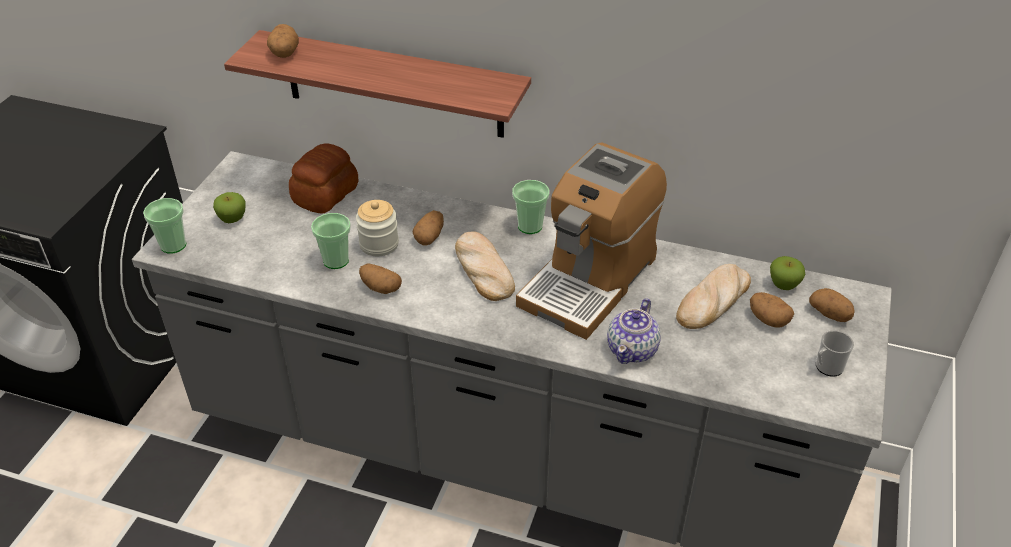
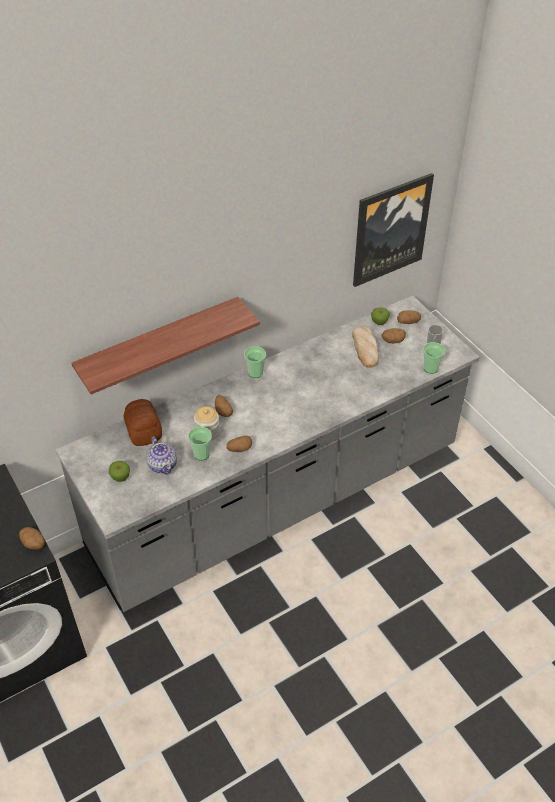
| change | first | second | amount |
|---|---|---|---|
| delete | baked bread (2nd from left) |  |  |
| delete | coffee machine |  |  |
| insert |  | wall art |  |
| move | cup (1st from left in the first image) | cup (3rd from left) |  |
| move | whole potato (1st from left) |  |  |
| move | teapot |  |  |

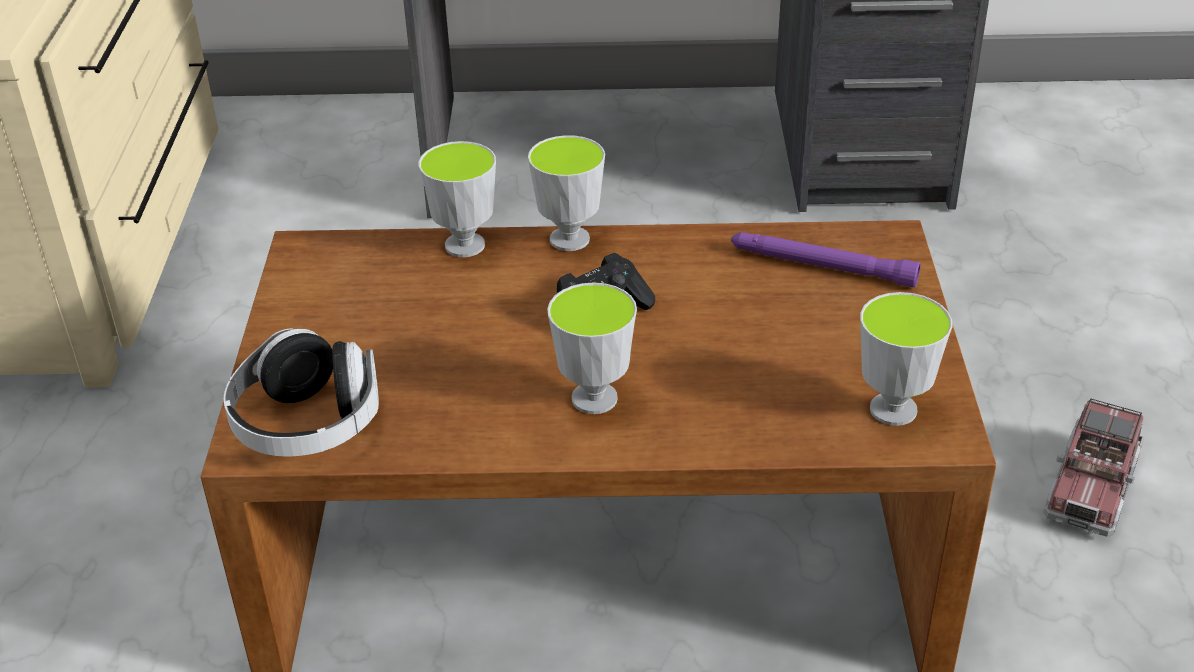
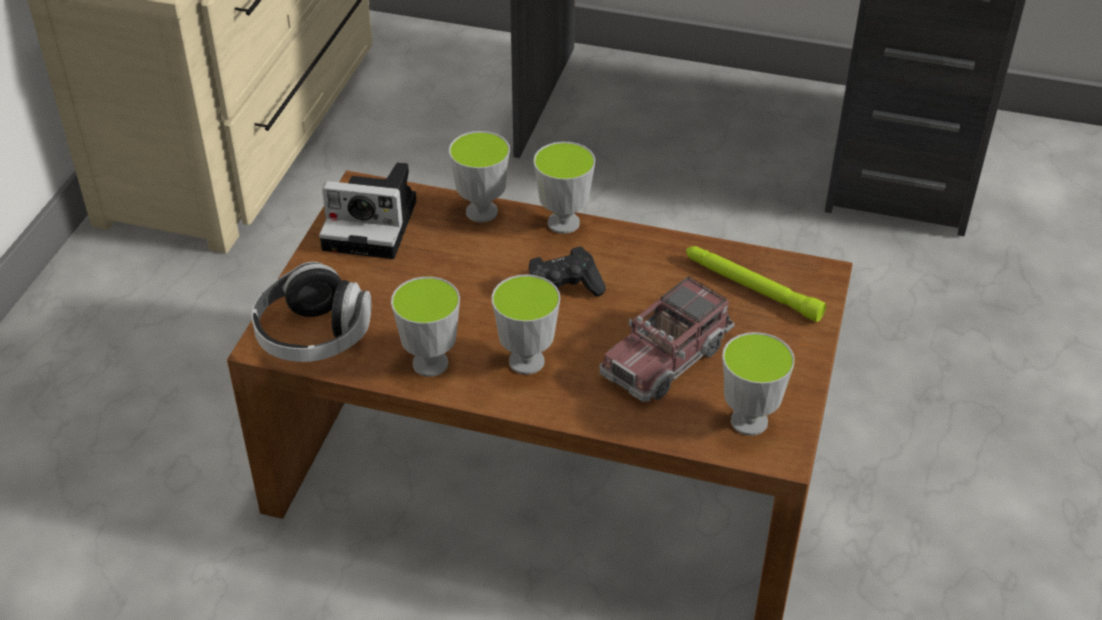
| change | first | second | amount |
|---|---|---|---|
| insert |  | still camera |  |
| insert |  | cup (1st from left) |  |
| move | model truck |  |  |
| recolor | purplish flashlight | green flashlight |  |

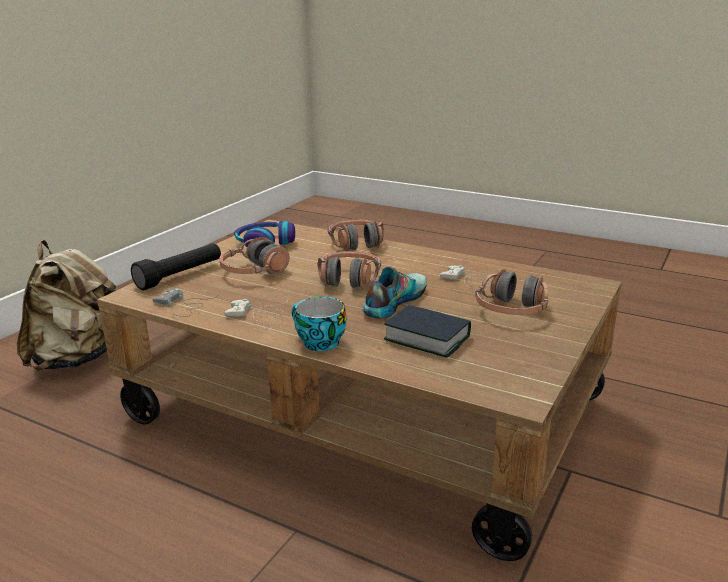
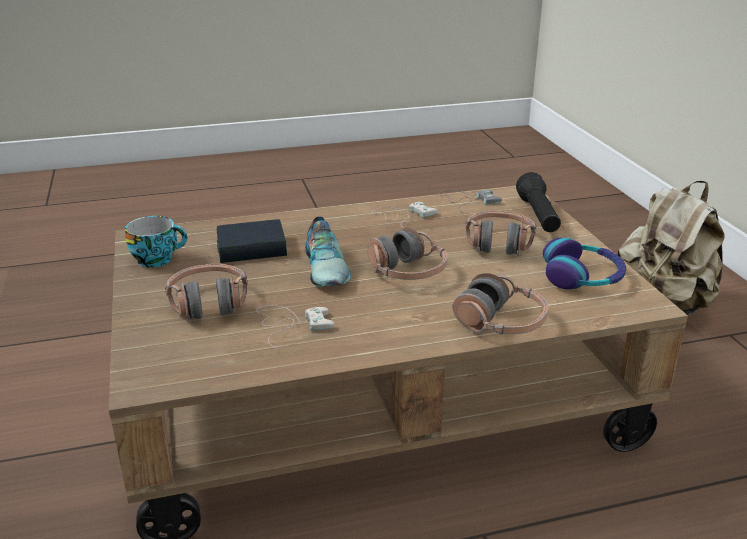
| change | first | second | amount |
|---|---|---|---|
| move | cup |  |  |

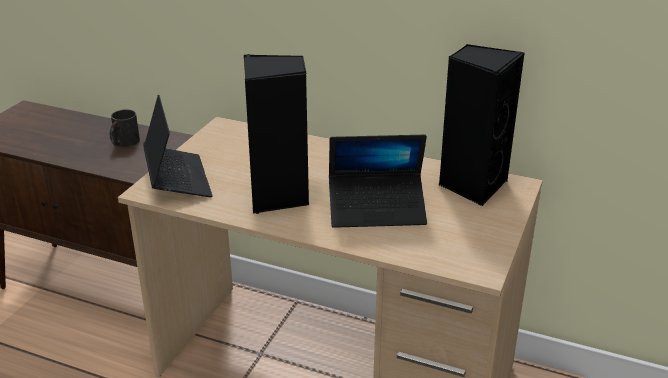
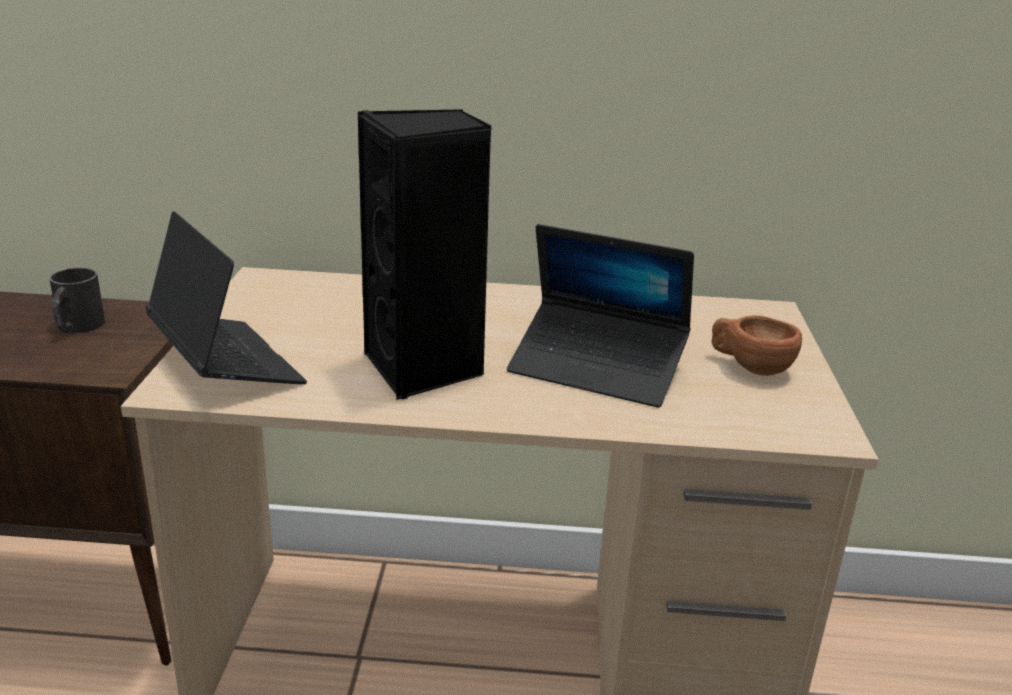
| change | first | second | amount |
|---|---|---|---|
| delete | blackish audio speaker (2nd from left) |  |  |
| insert |  | brownish cup |  |
| rotate | notebook computer (2nd from left) |  | 45 degrees clockwise |

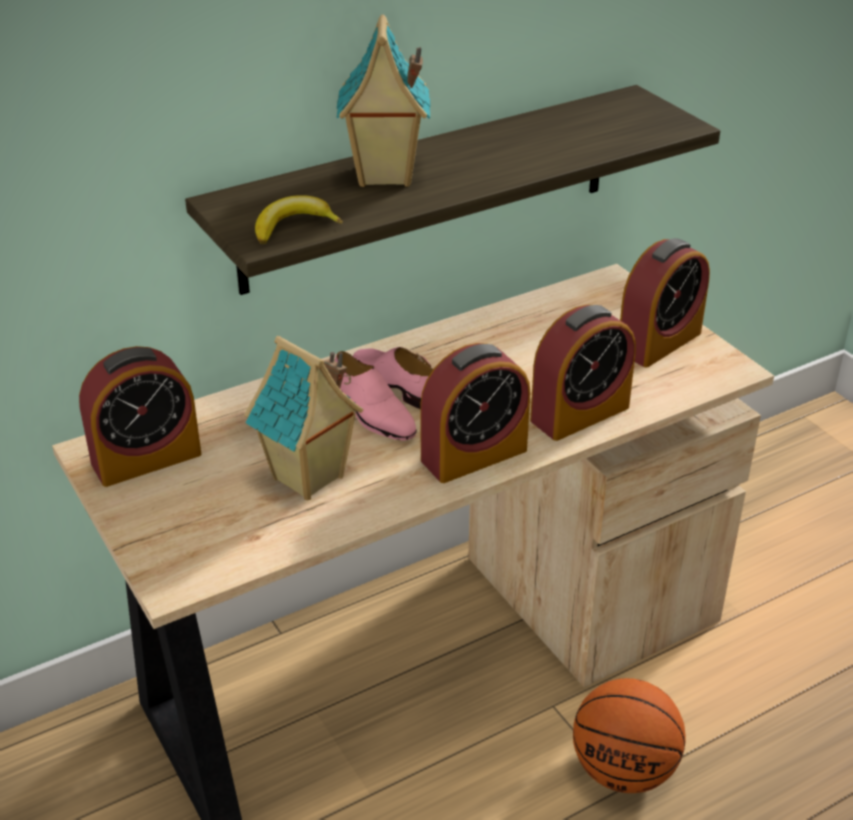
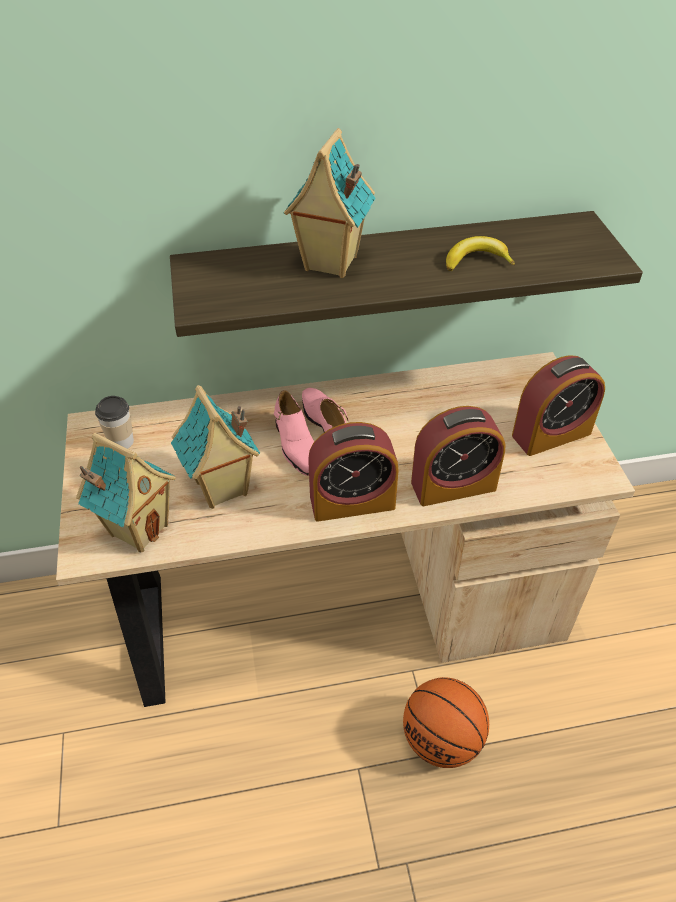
| change | first | second | amount |
|---|---|---|---|
| insert |  | miniature house (1st from left) |  |
| move | banana |  |  |
| replace | table clock (1st from left) | cup |  |

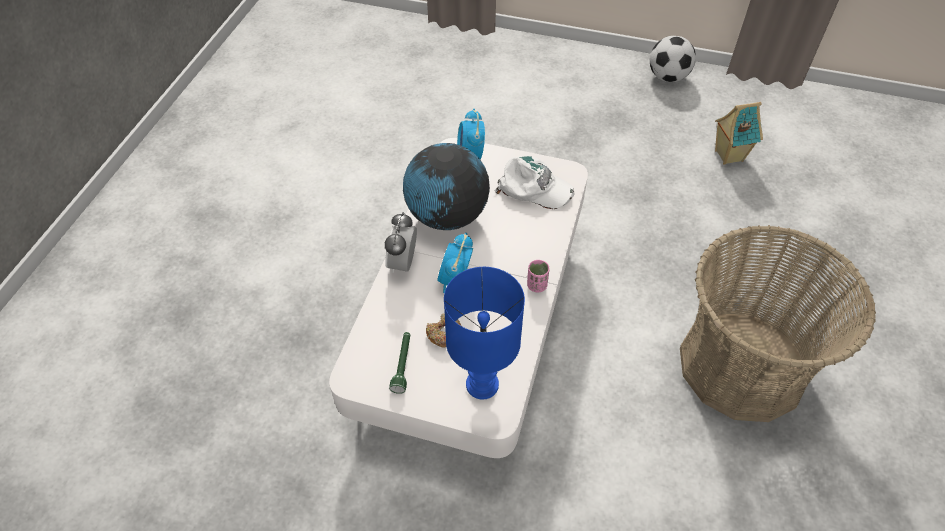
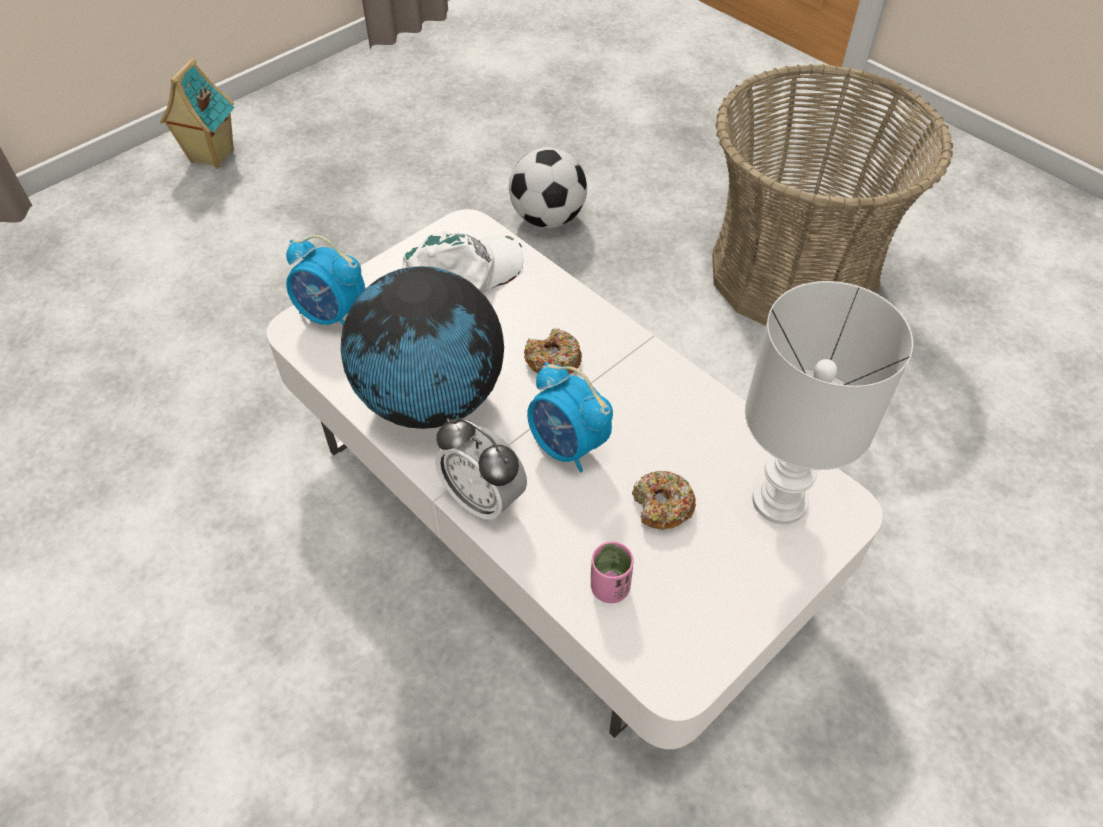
| change | first | second | amount |
|---|---|---|---|
| delete | green flashlight |  |  |
| insert |  | donut (1st from left) |  |
| move | pink-coloured cup |  |  |
| move | football ball |  |  |
| move | miniature house |  |  |
| recolor | bluish tabletop lamp | whitish tabletop lamp |  |

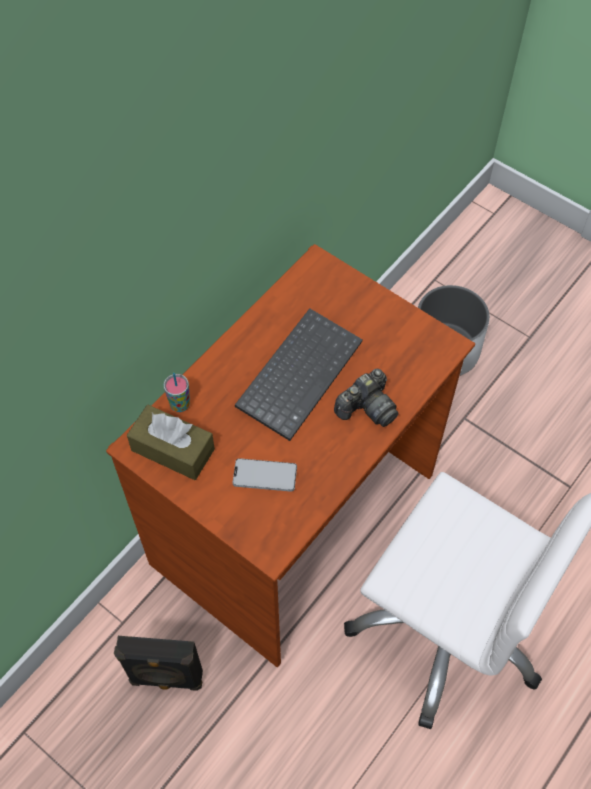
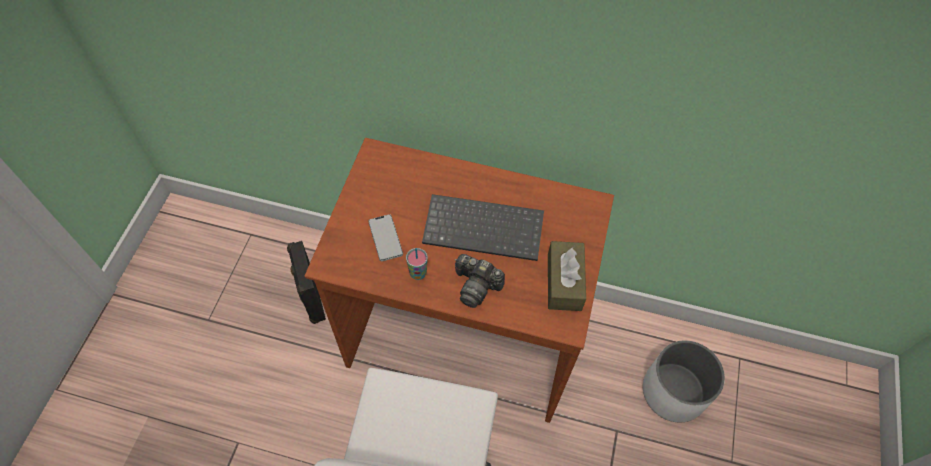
| change | first | second | amount |
|---|---|---|---|
| move | brownish tissue holder |  |  |
| move | cup |  |  |

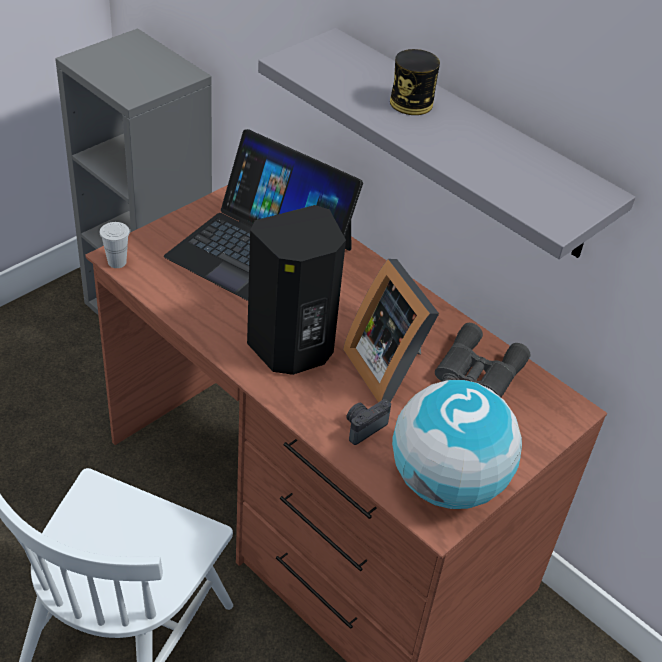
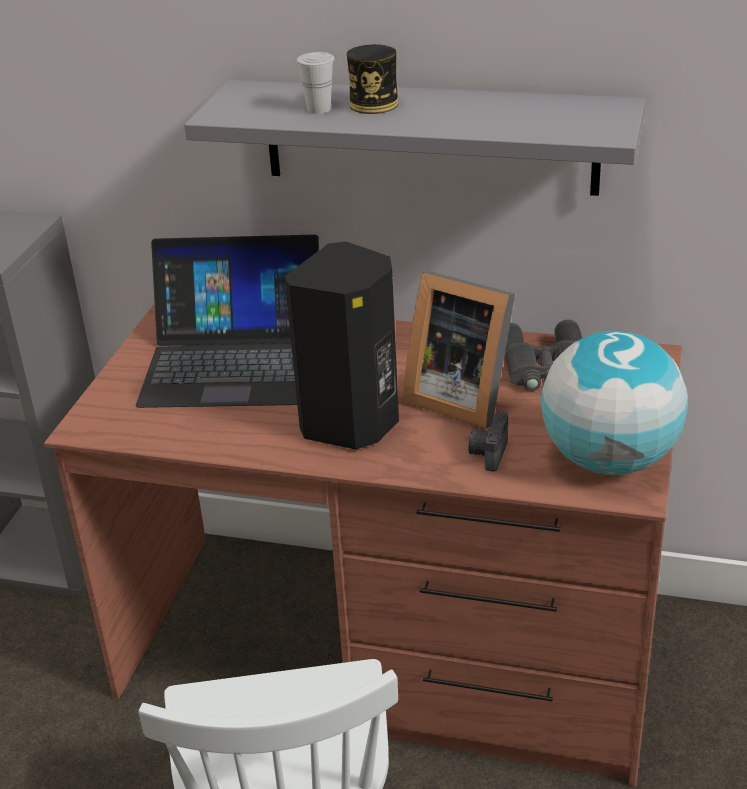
| change | first | second | amount |
|---|---|---|---|
| move | whitish cup |  |  |

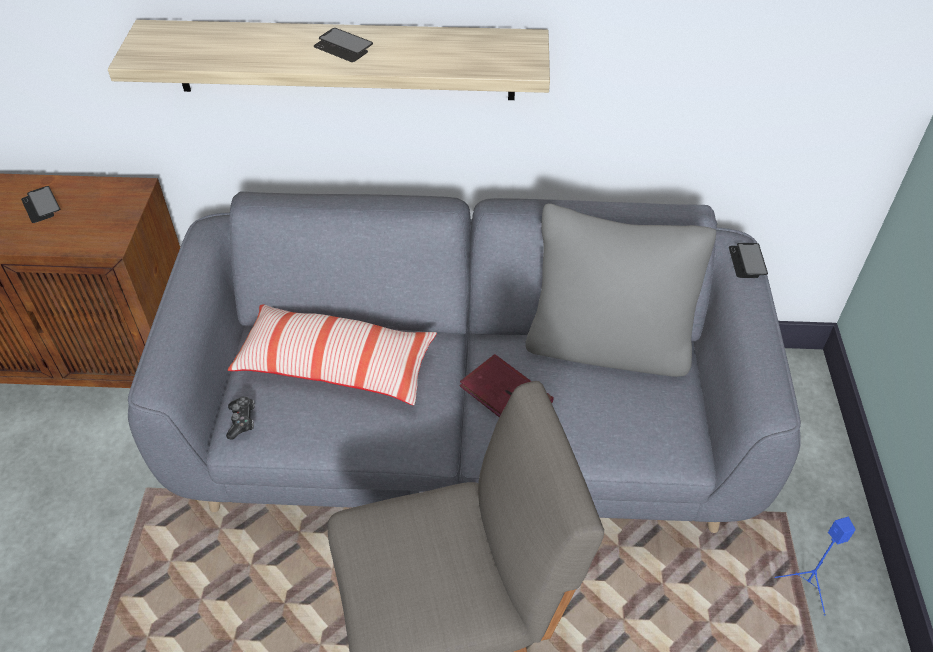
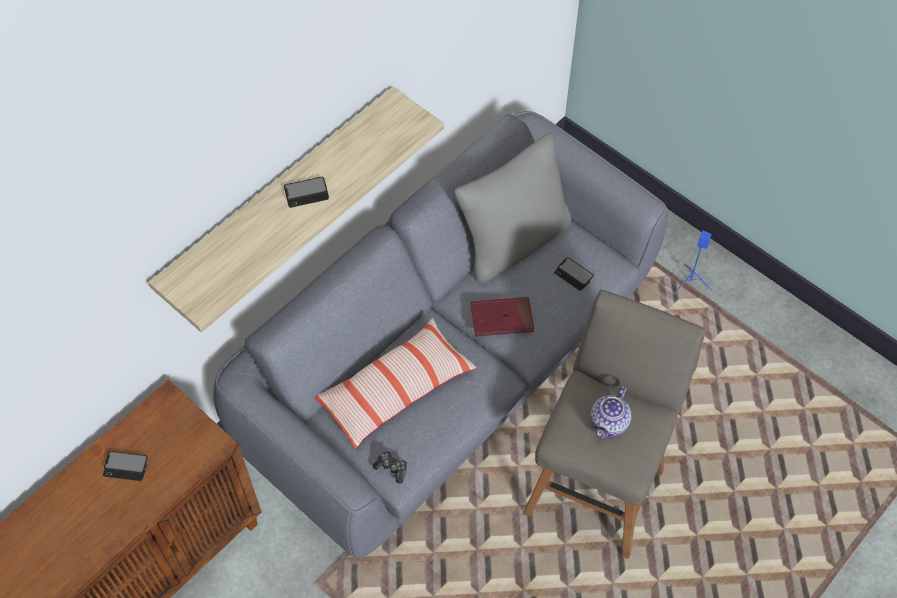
| change | first | second | amount |
|---|---|---|---|
| insert |  | teapot |  |
| move | telephone (3rd from left) |  |  |

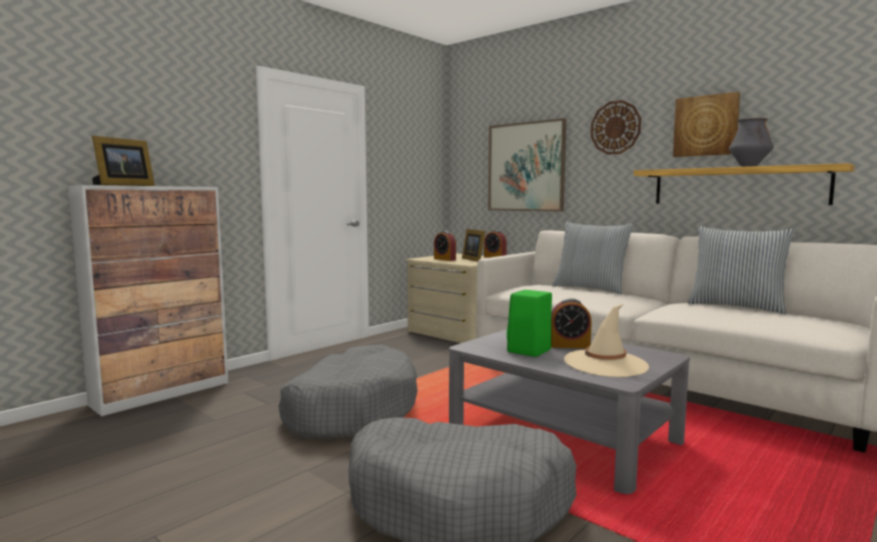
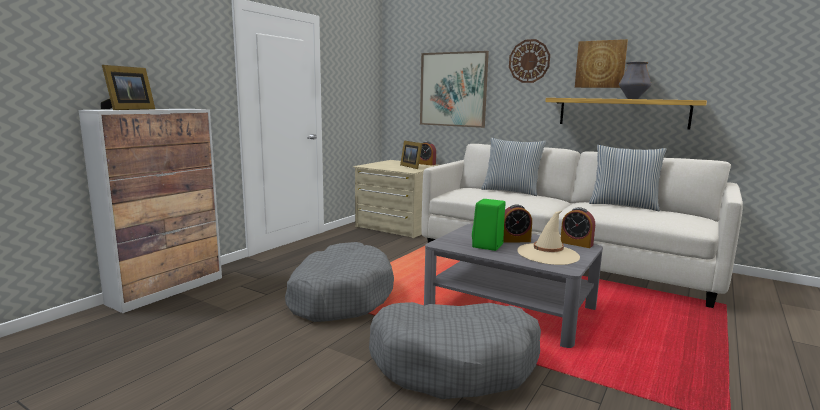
| change | first | second | amount |
|---|---|---|---|
| move | table clock (1st from left in the first image) | table clock (3rd from left) |  |

